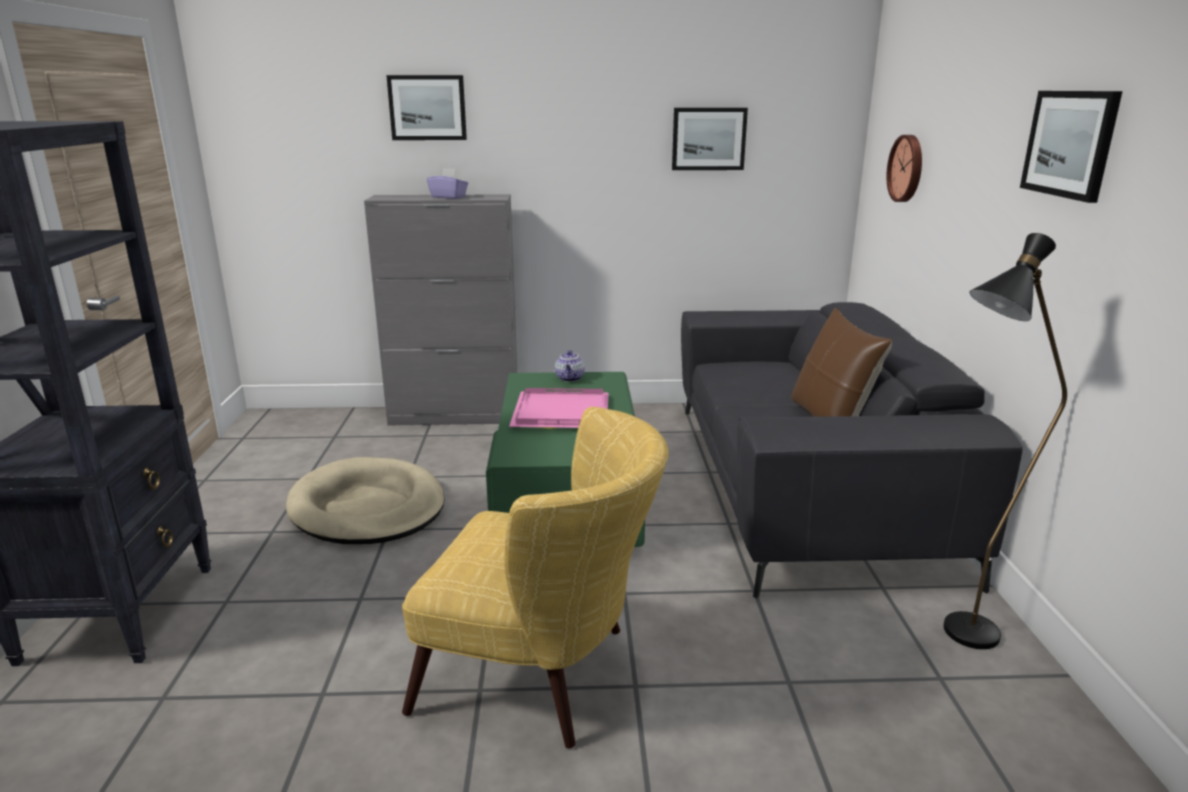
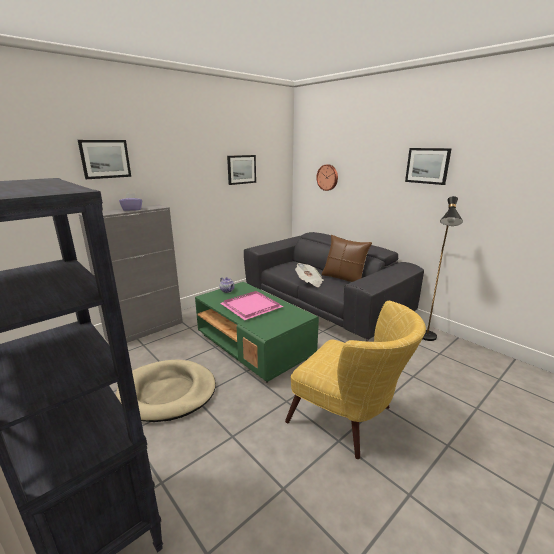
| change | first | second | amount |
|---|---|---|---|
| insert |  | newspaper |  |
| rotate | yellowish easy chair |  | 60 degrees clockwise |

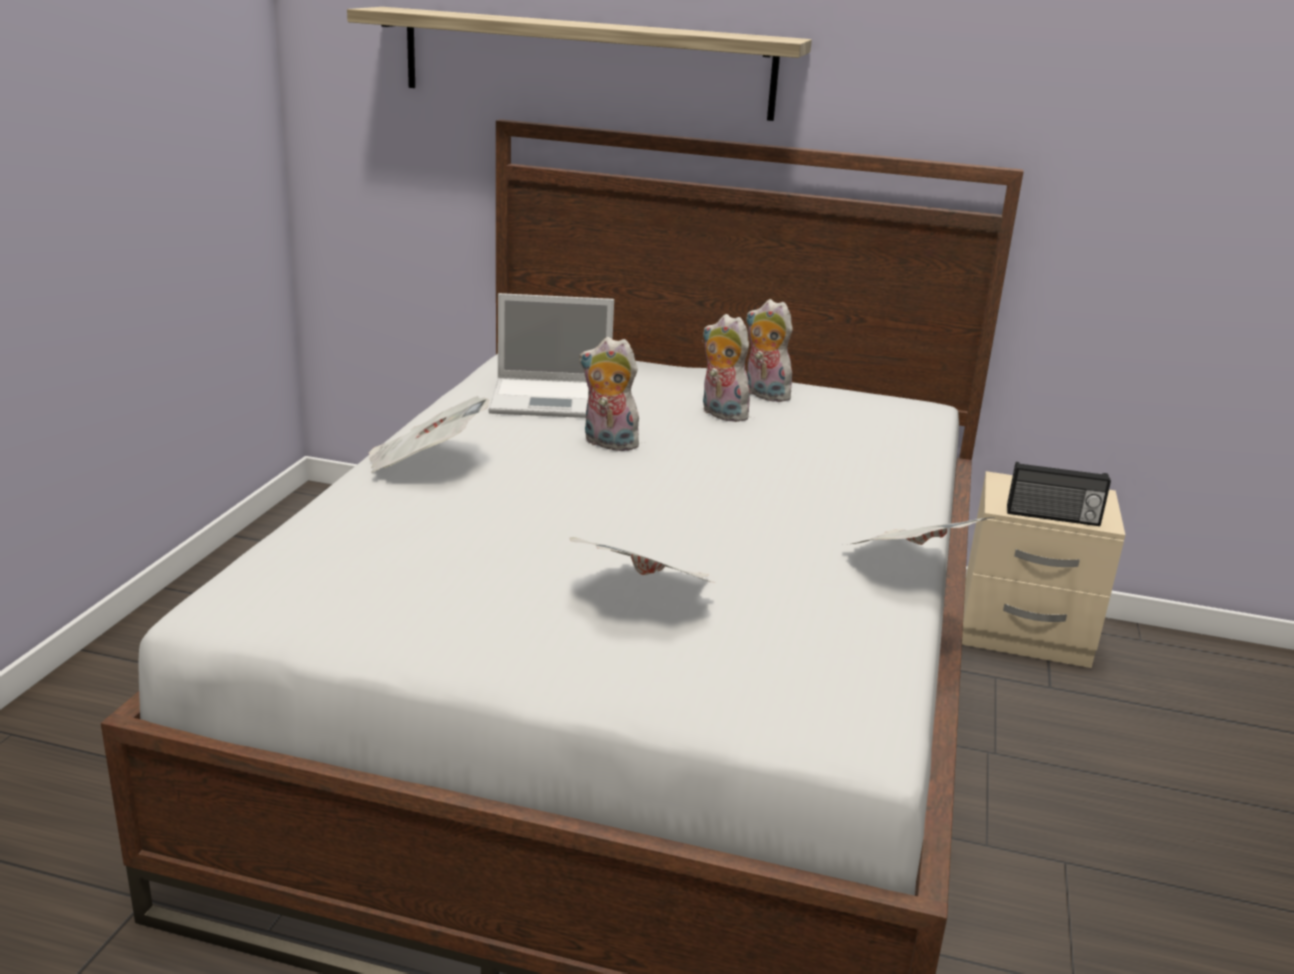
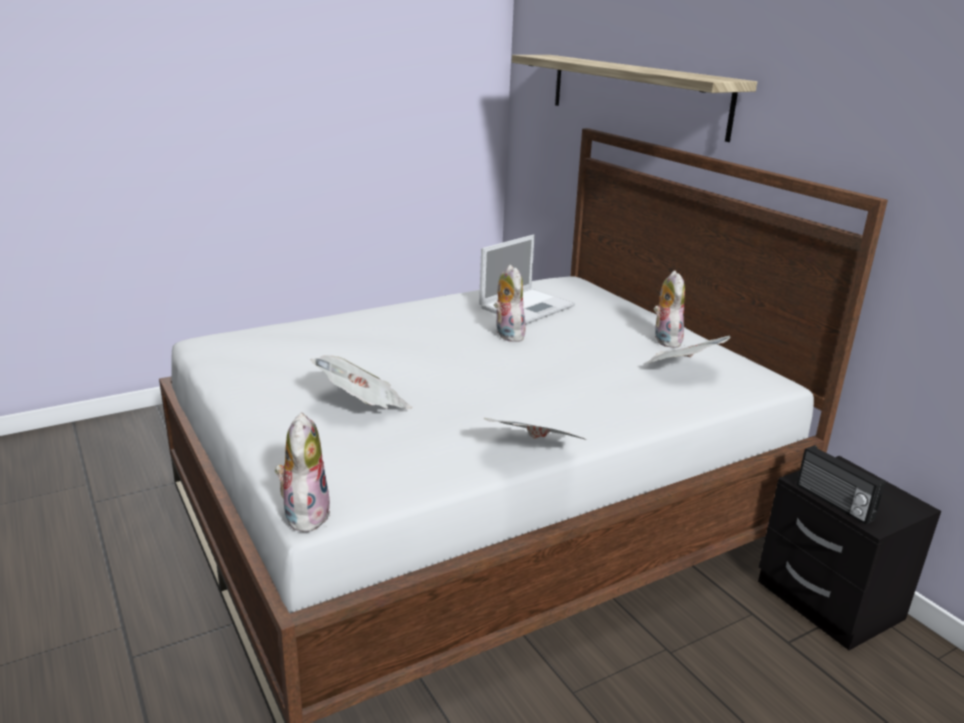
| change | first | second | amount |
|---|---|---|---|
| move | newspaper (1st from left in the first image) | newspaper (3rd from left) |  |
| move | plush toy (2nd from left in the first image) | plush toy (1st from left) |  |
| recolor | beige nightstand | blackish nightstand |  |
| rotate | notebook computer |  | 90 degrees counterclockwise |

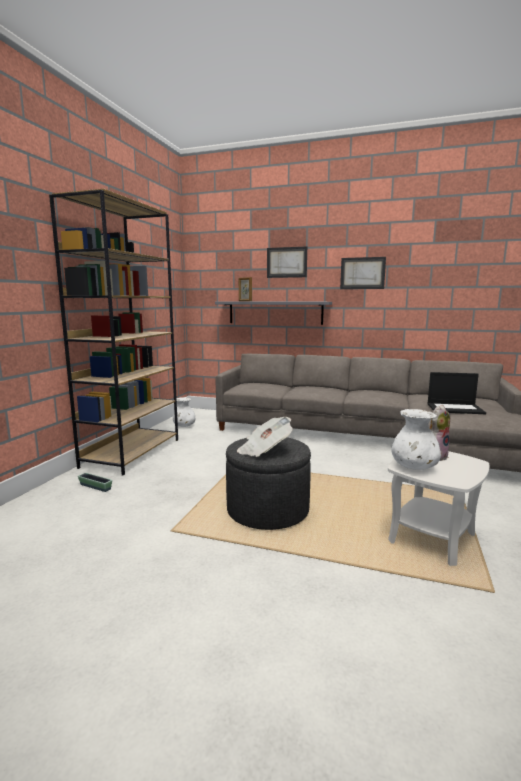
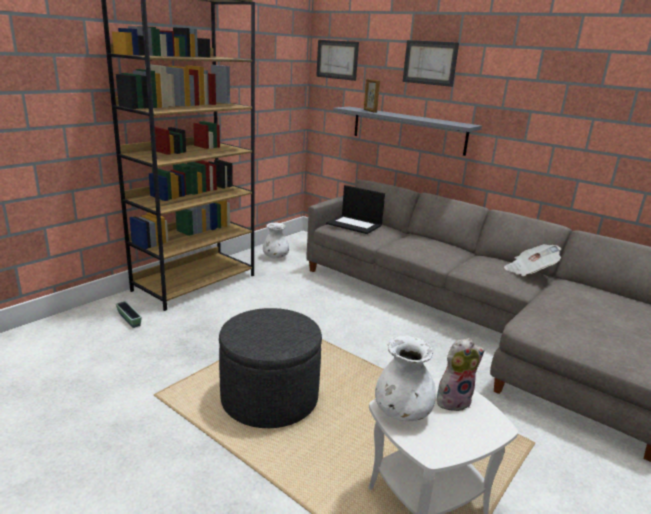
| change | first | second | amount |
|---|---|---|---|
| move | newspaper |  |  |
| move | wall art (2nd from left in the first image) | wall art (1st from left) |  |
| move | notebook computer |  |  |

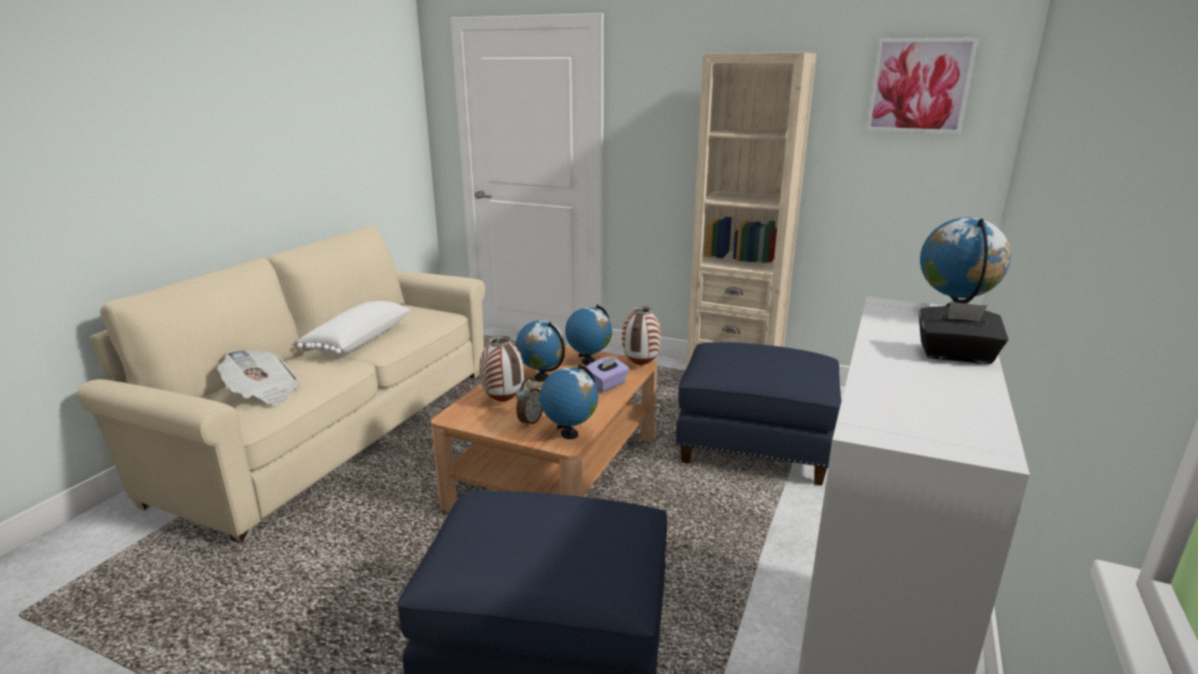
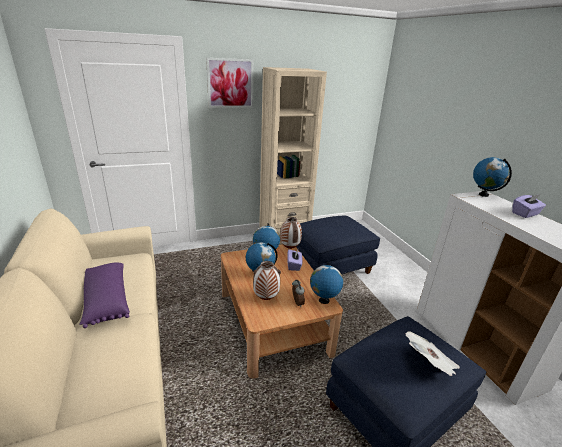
| change | first | second | amount |
|---|---|---|---|
| move | newspaper |  |  |
| move | wall art |  |  |
| recolor | whitish cushion | purplish cushion |  |
| recolor | blackish tissue holder | purplish tissue holder (2nd from left) |  |

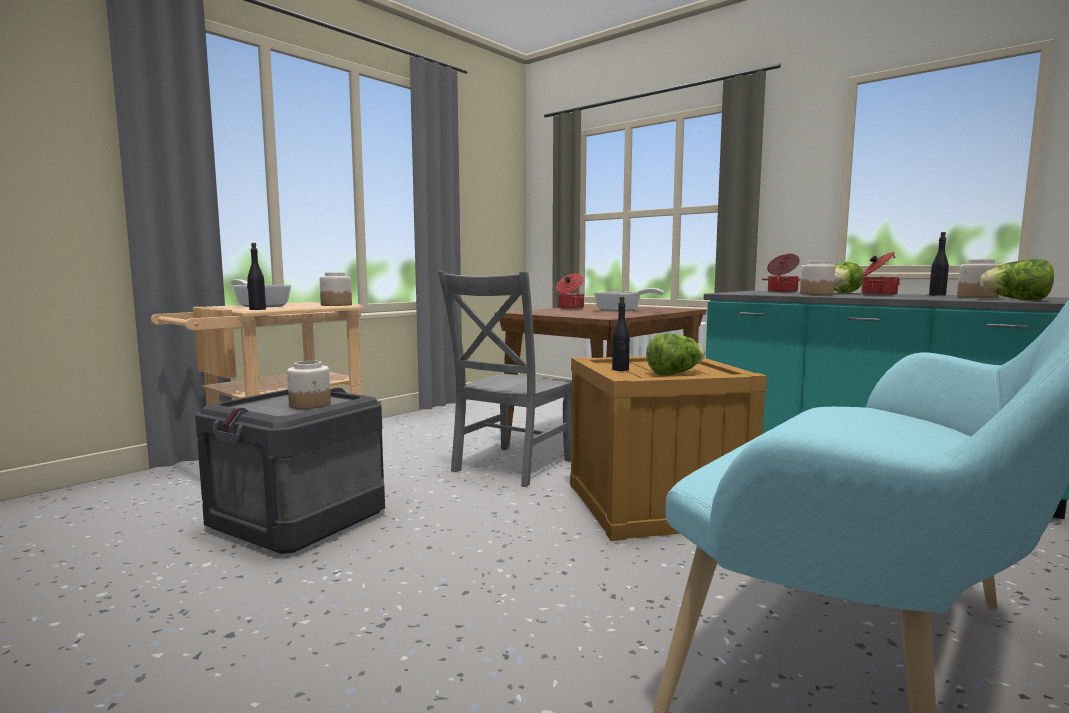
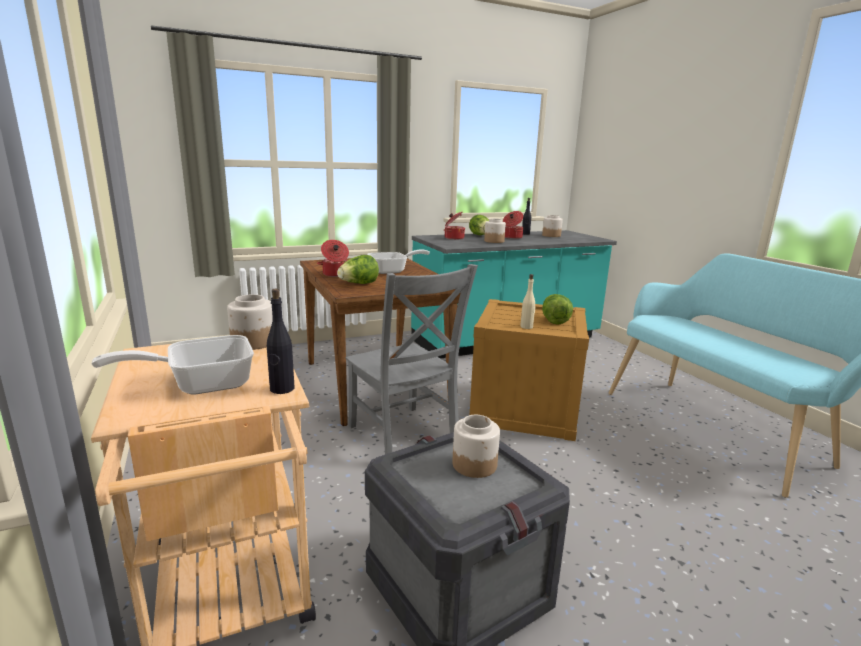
| change | first | second | amount |
|---|---|---|---|
| move | lettuce (3rd from left in the first image) | lettuce (1st from left) |  |
| recolor | blackish beverage bottle (2nd from left) | beige beverage bottle |  |

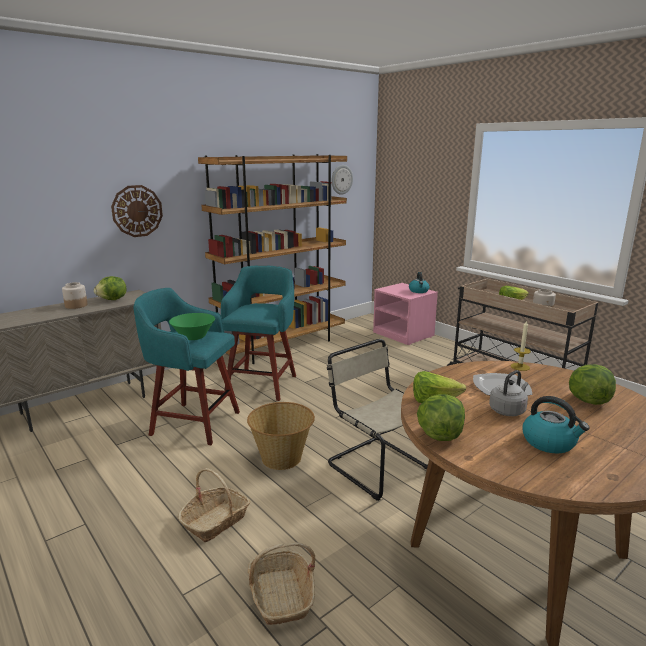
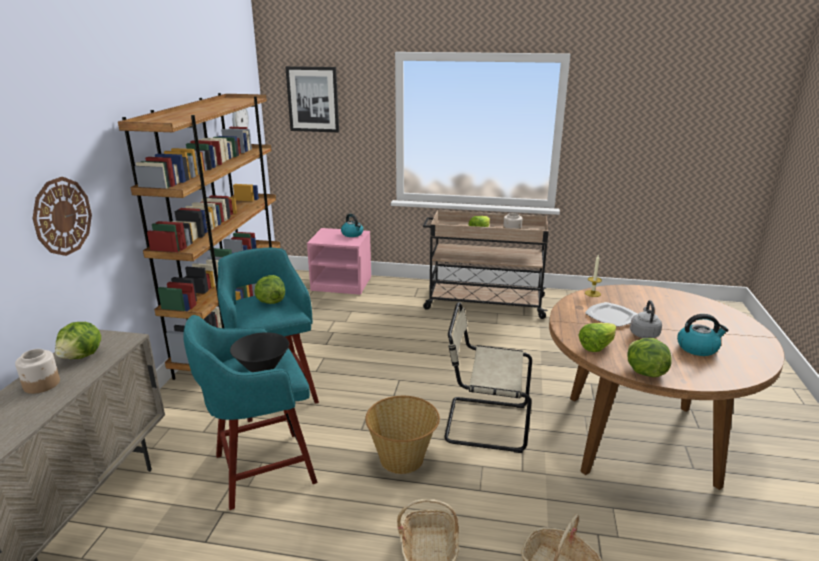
| change | first | second | amount |
|---|---|---|---|
| insert |  | wall art |  |
| move | lettuce (5th from left in the first image) | lettuce (2nd from left) |  |
| recolor | green serving bowl | blackish serving bowl |  |

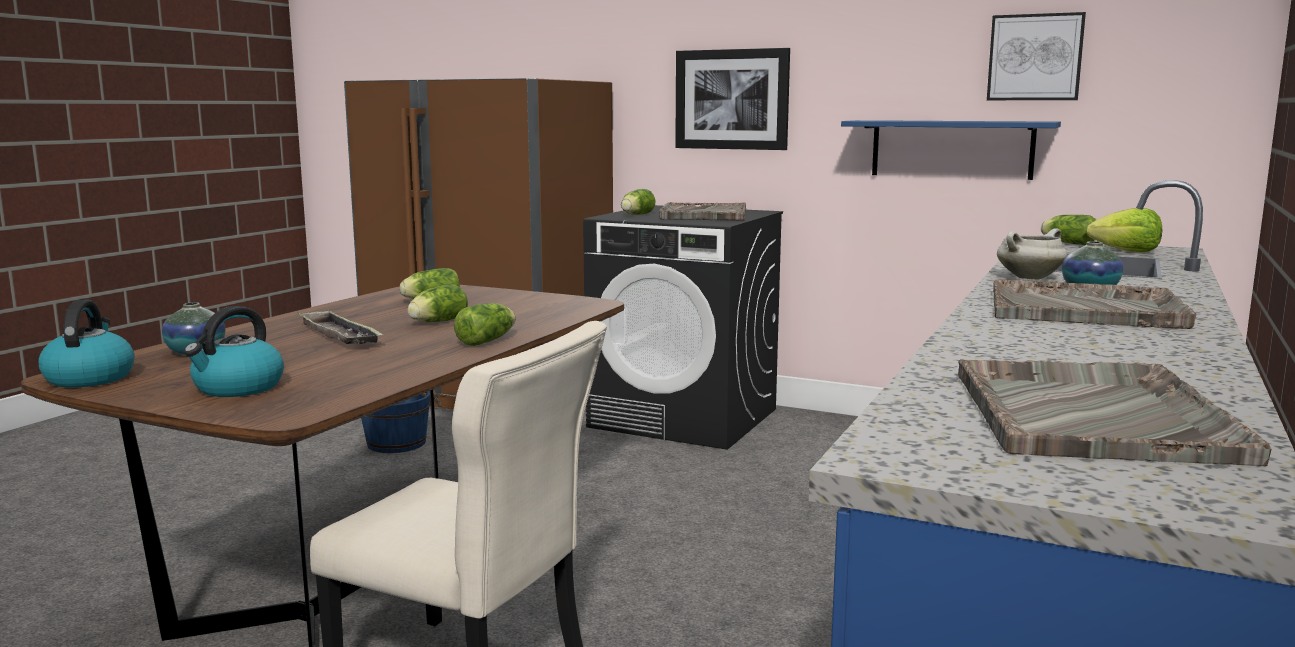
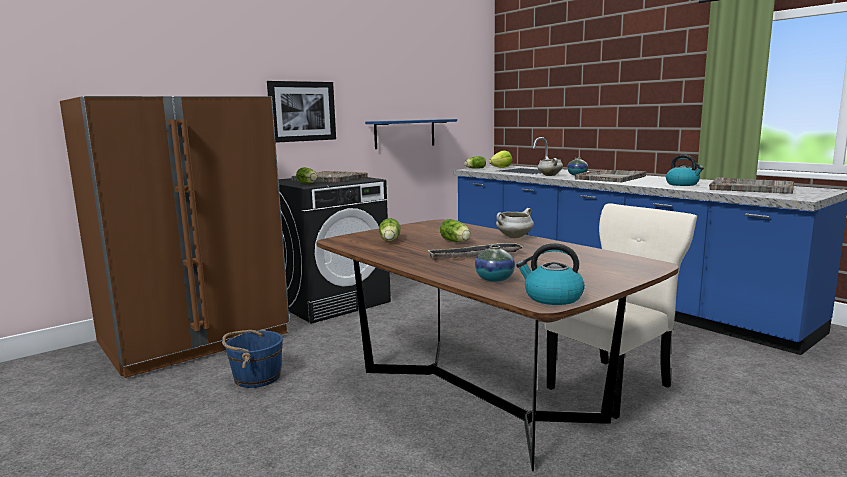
| change | first | second | amount |
|---|---|---|---|
| delete | wall art (2nd from left) |  |  |
| move | water kettle (2nd from left) |  |  |
| replace | lettuce (3rd from left) | whitish saucepot (1st from left) |  |

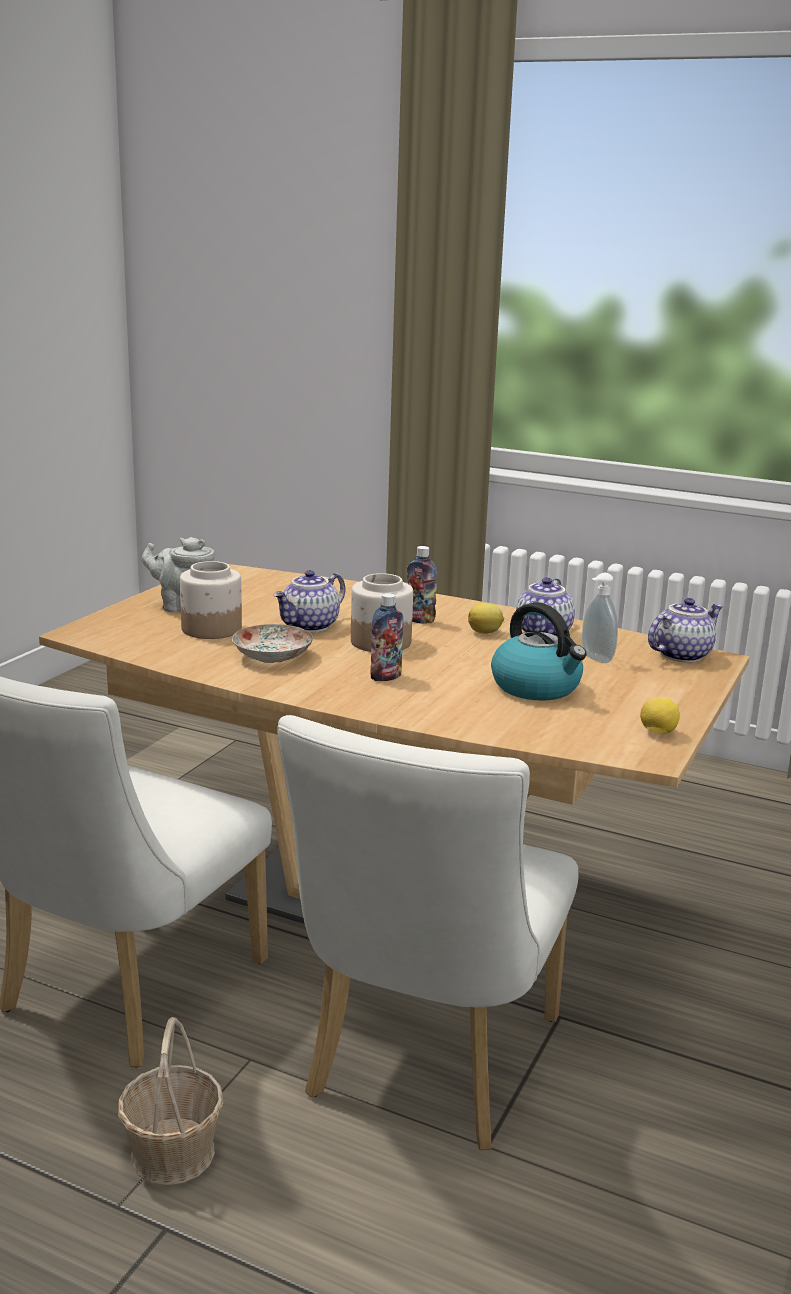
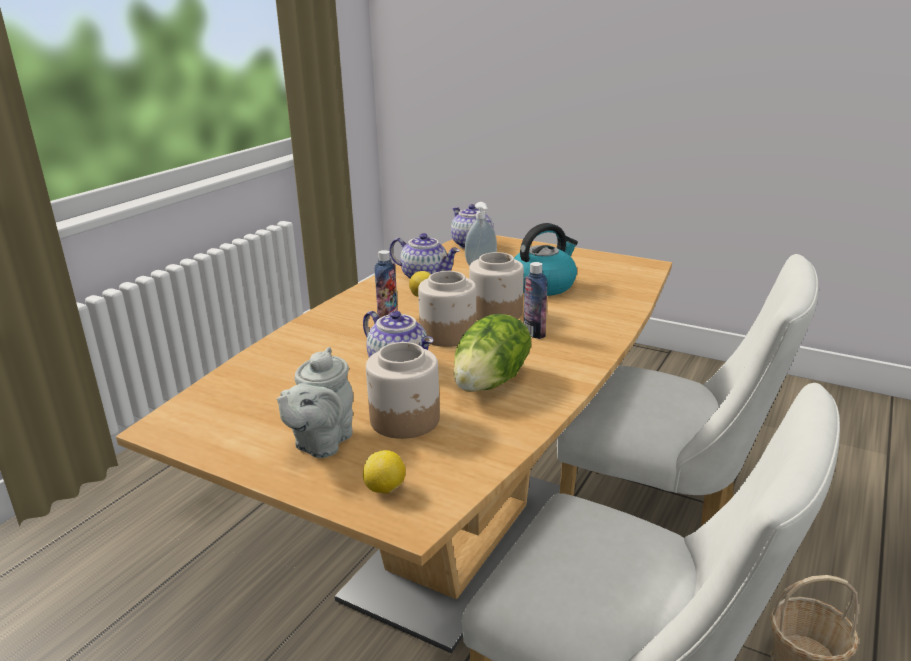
| change | first | second | amount |
|---|---|---|---|
| insert |  | preserve jar (3rd from left) |  |
| move | whole lemon (2nd from left in the first image) | whole lemon (1st from left) |  |
| replace | plate | lettuce |  |

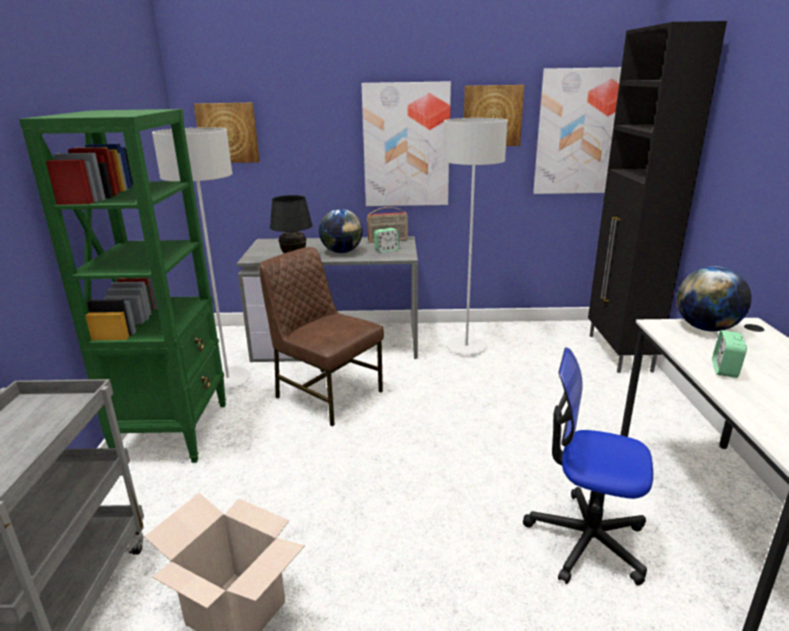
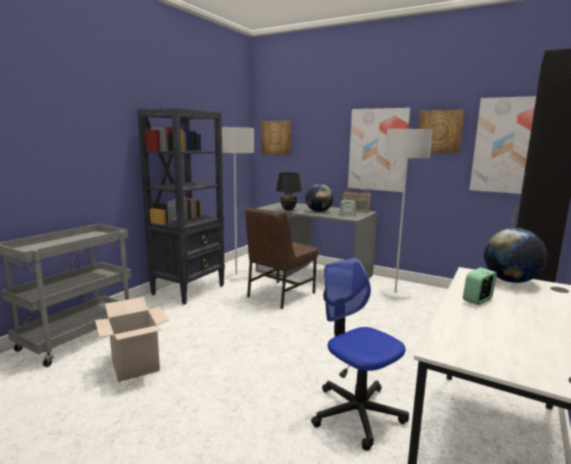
| change | first | second | amount |
|---|---|---|---|
| recolor | green bookcase | blackish bookcase |  |
| rotate | brownish plain chair |  | 120 degrees counterclockwise |

